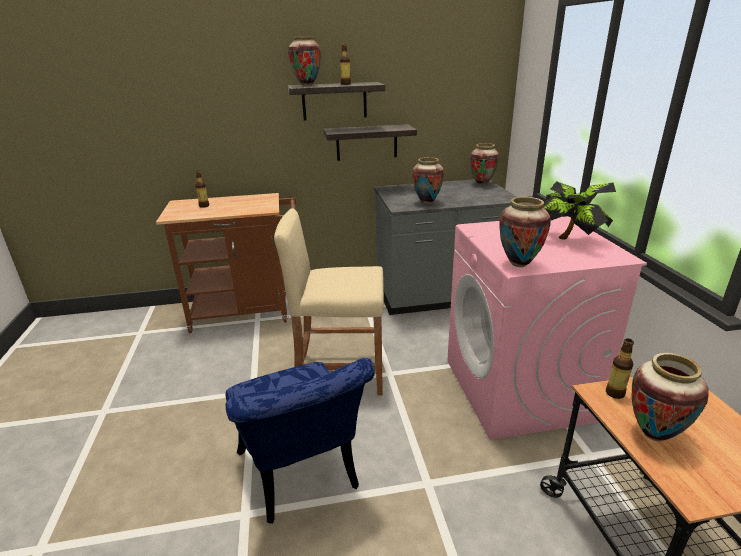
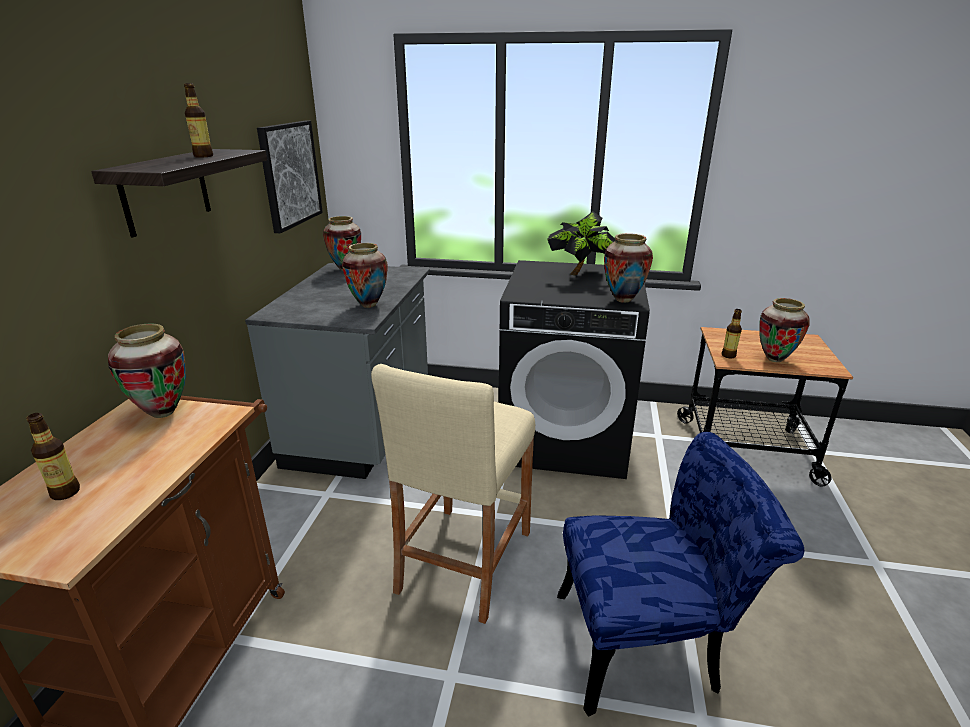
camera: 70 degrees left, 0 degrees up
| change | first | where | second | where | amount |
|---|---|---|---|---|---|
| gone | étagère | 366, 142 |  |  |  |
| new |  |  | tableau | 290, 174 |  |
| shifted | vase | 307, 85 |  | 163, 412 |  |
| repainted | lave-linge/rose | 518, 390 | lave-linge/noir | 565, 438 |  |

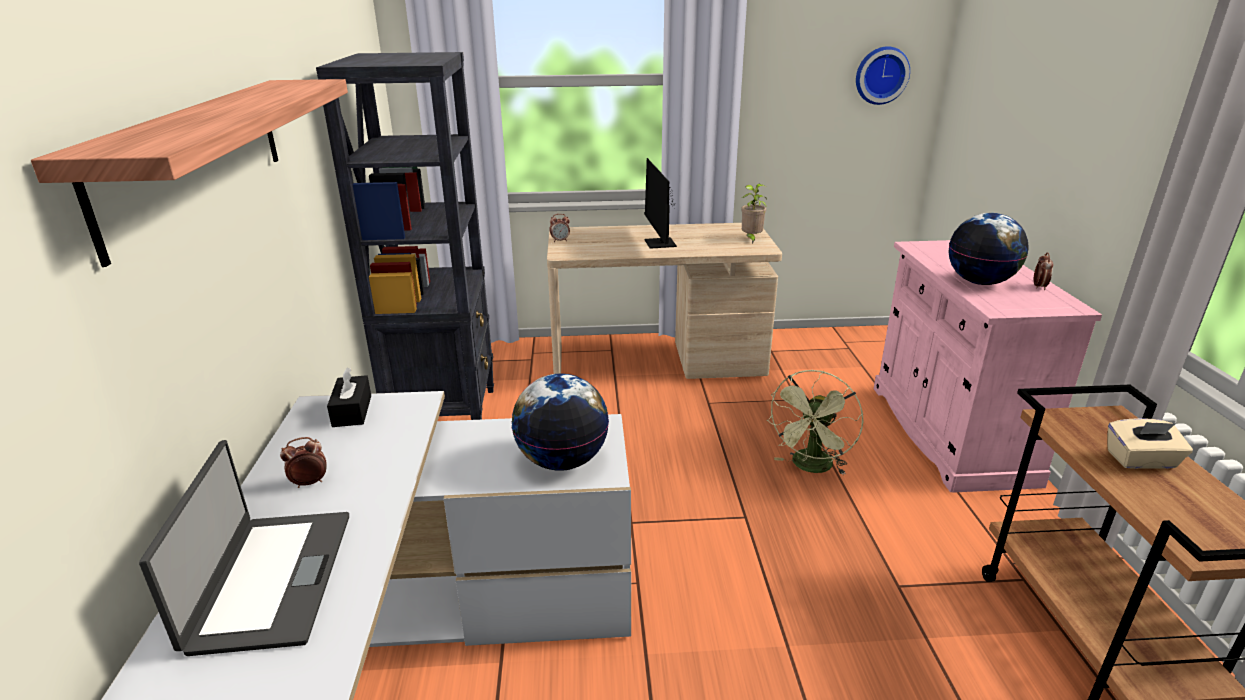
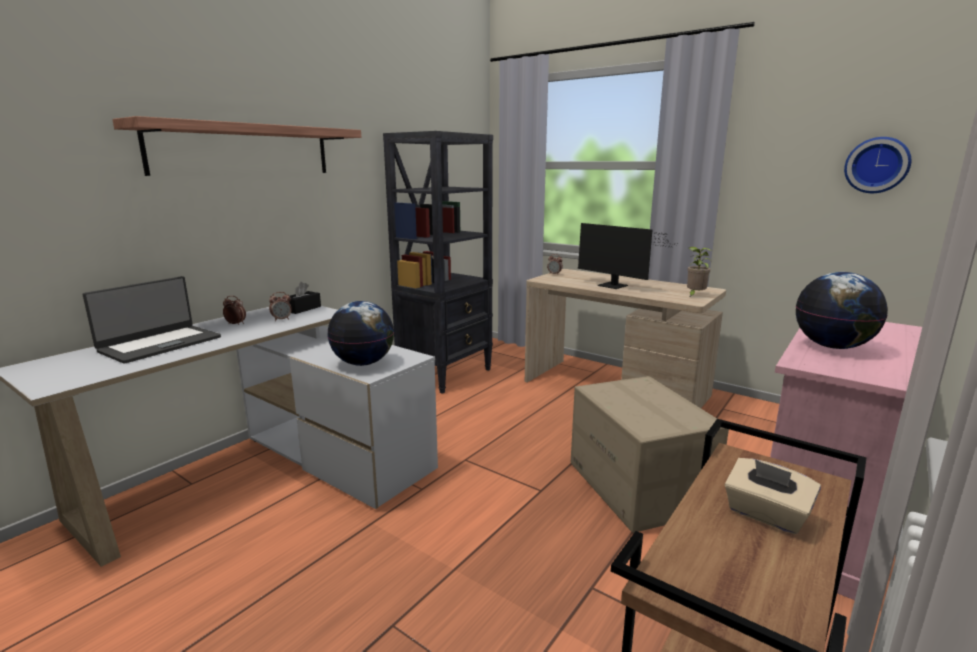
camera: 40 degrees right, 10 degrees down
| change | first | where | second | where | amount |
|---|---|---|---|---|---|
| shifted | réveil | 1039, 287 |  | 282, 319 |  |
| swapped | ventilateur/vert | 811, 467 | carton | 639, 486 |  |
| rotated | écran d'ordinateur | 660, 245 |  | 615, 286 | 75 degrees counterclockwise |

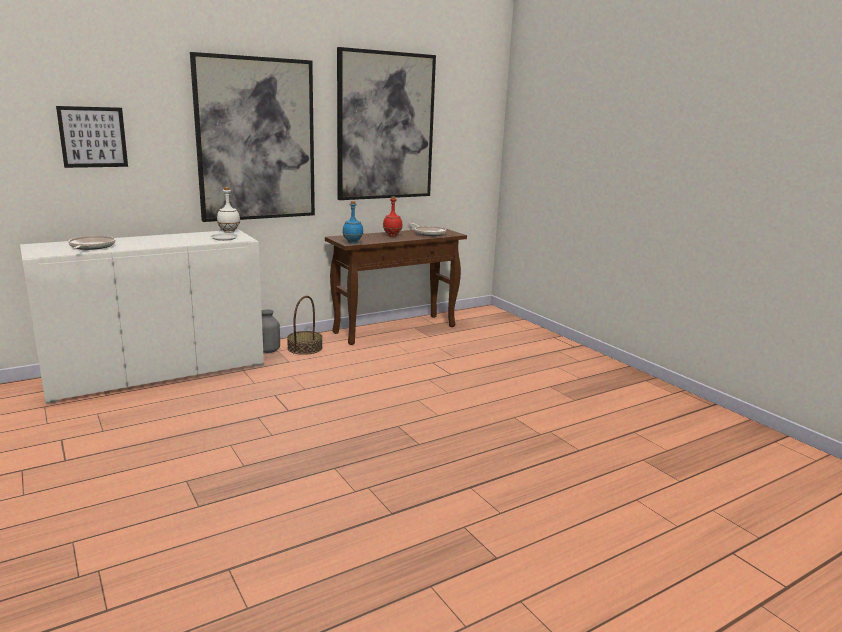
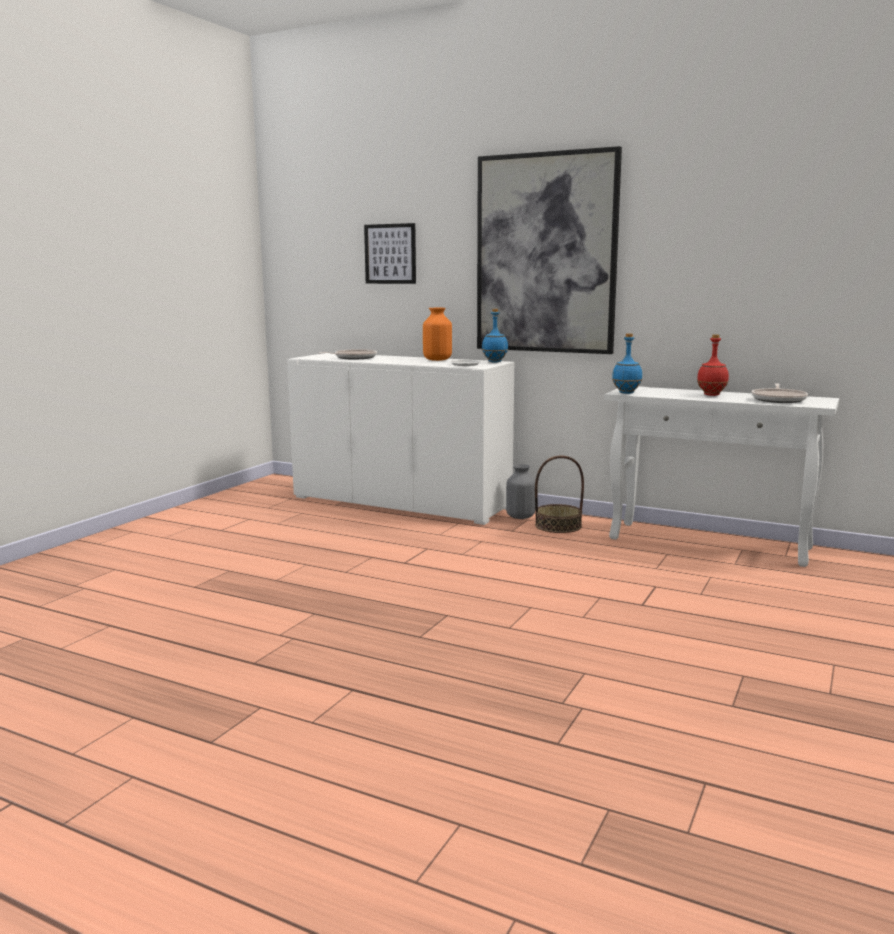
camera: 60 degrees right, 5 degrees down
| change | first | where | second | where | amount |
|---|---|---|---|---|---|
| gone | tableau | 385, 126 |  |  |  |
| new |  |  | vase/orange | 438, 360 |  |
| repainted | bouteille/blanc | 229, 232 | bouteille/bleu | 495, 362 |  |
| repainted | table console/marron | 396, 329 | table console/blanc | 710, 543 |  |

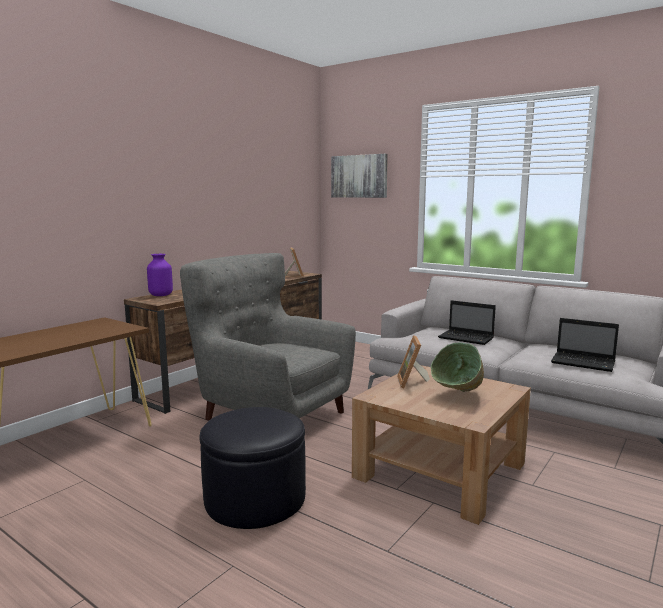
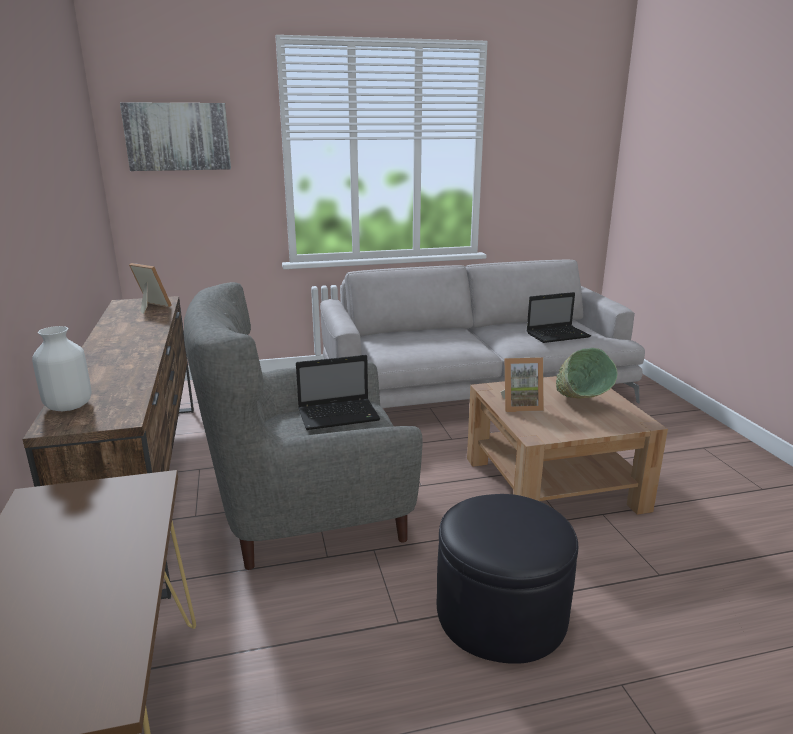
camera: 50 degrees left, 10 degrees up
| change | first | where | second | where | amount |
|---|---|---|---|---|---|
| shifted | ordinateur portable | 467, 338 |  | 340, 415 |  |
| repainted | vase/violet | 160, 295 | vase/blanc | 69, 406 |  |
| rotated | cadre photo | 412, 382 |  | 520, 406 | 45 degrees counterclockwise |

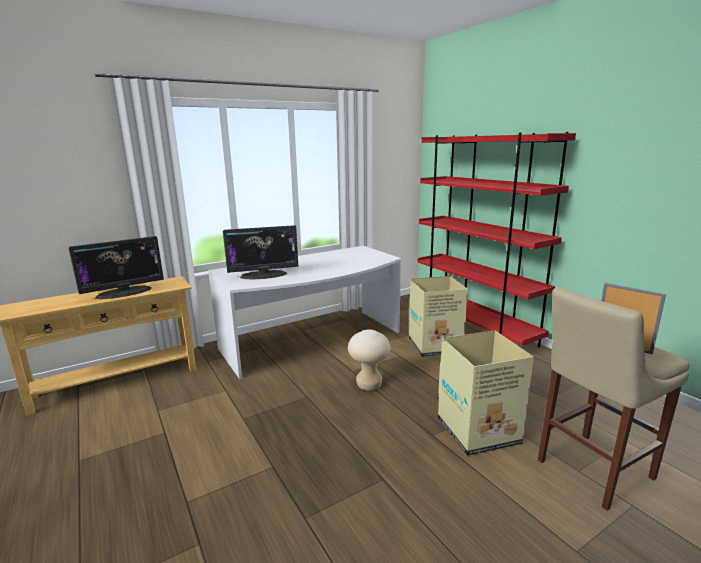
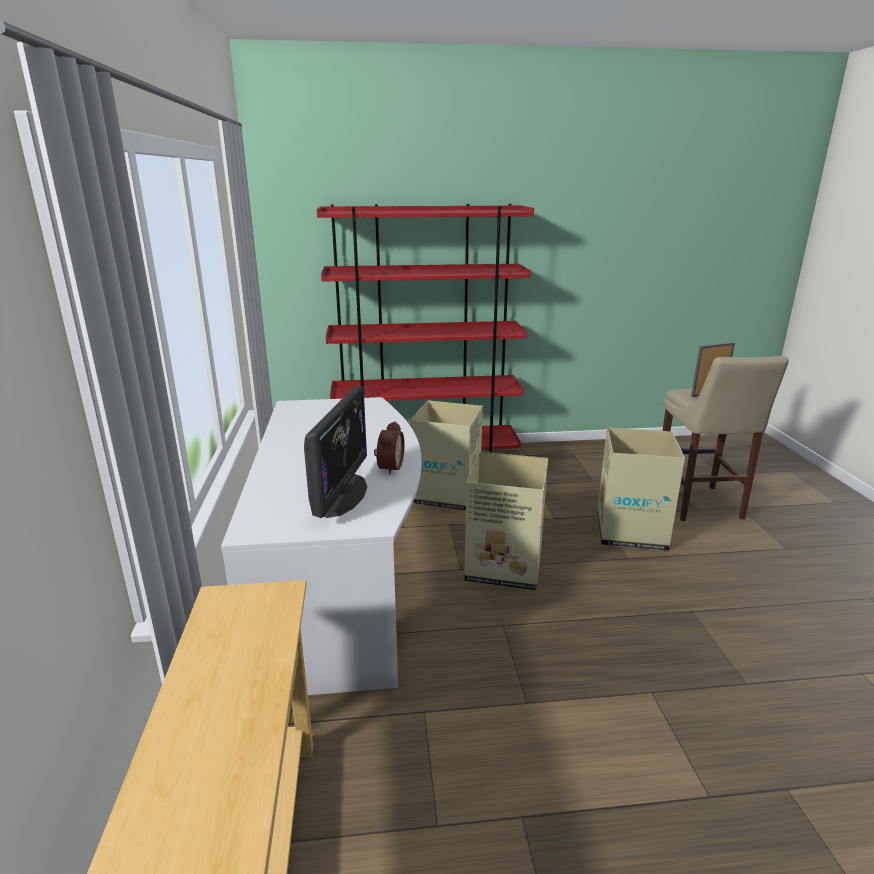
camera: 65 degrees left, 5 degrees up
| change | first | where | second | where | amount |
|---|---|---|---|---|---|
| gone | écran d'ordinateur | 124, 292 |  |  |  |
| new |  |  | réveil | 388, 467 |  |
| swapped | tabouret/beige | 369, 385 | carton | 505, 567 |  |

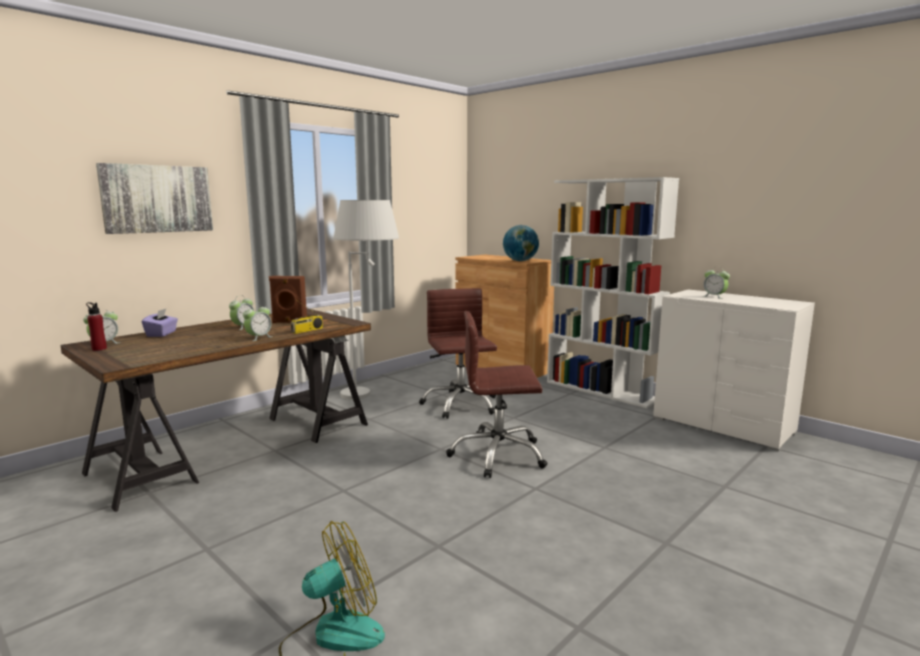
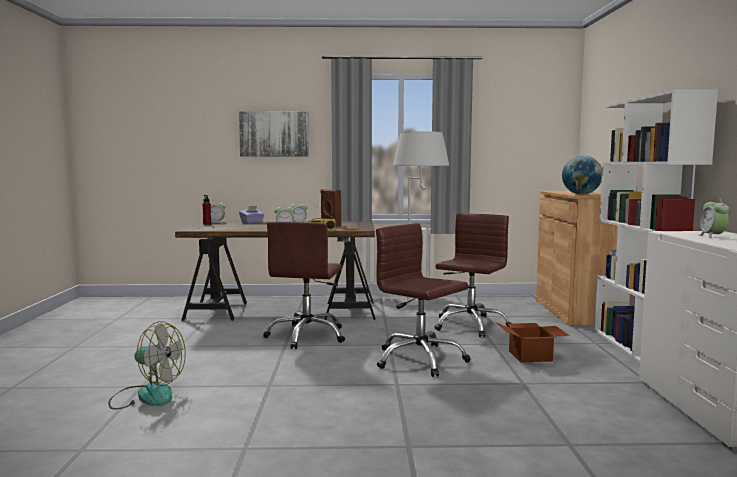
camera: 45 degrees right, 5 degrees down
| change | first | where | second | where | amount |
|---|---|---|---|---|---|
| new |  |  | chaise de bureau/marron | 307, 336 |  |
| new |  |  | carton | 531, 356 |  |

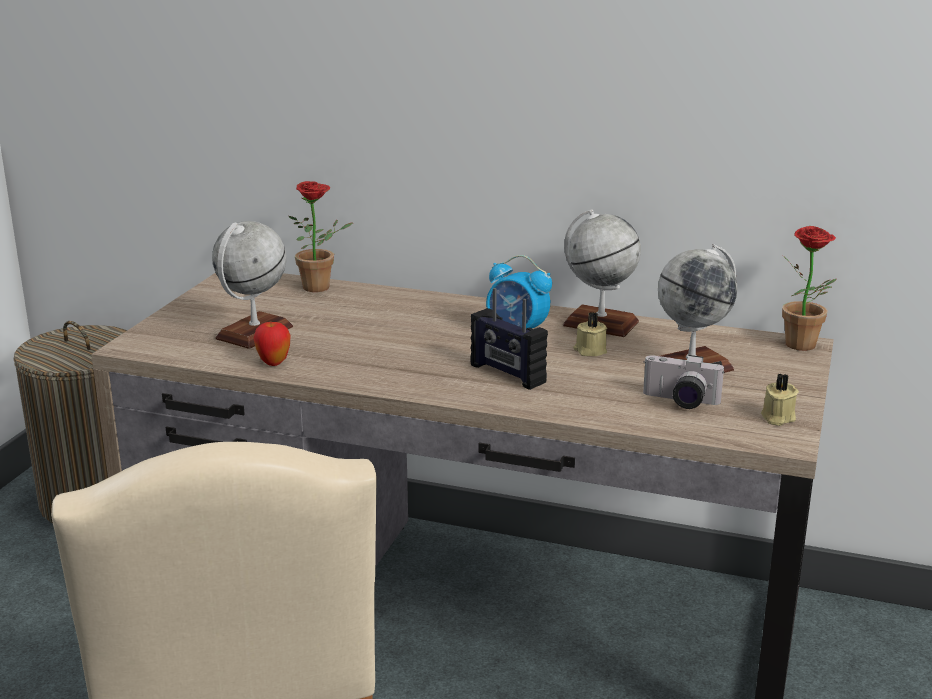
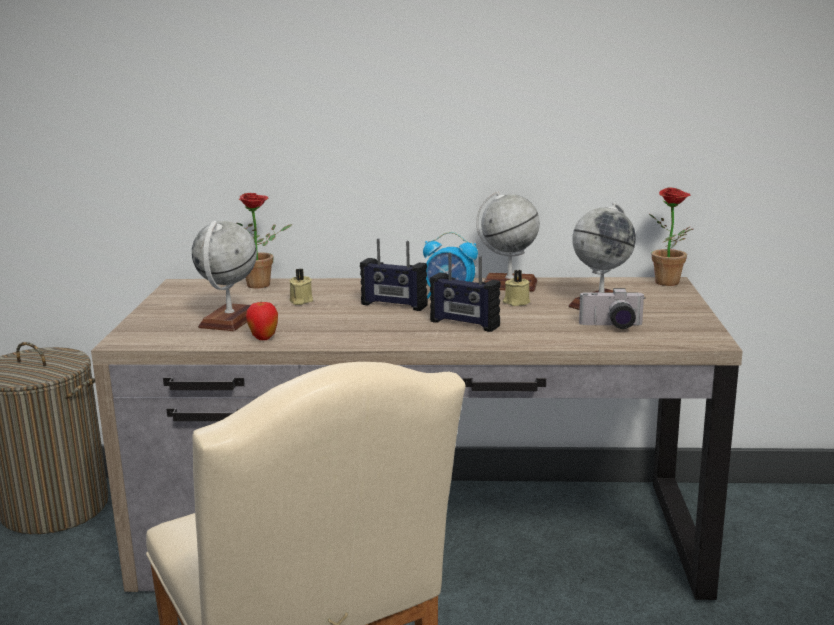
camera: 15 degrees left, 5 degrees down
| change | first | where | second | where | amount |
|---|---|---|---|---|---|
| new |  |  | radio | 394, 305 |  |
| shifted | bougie/beige | 777, 418 |  | 300, 301 |  |

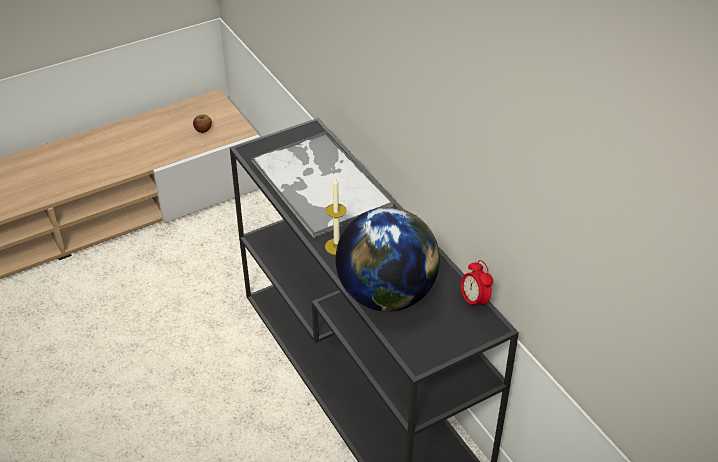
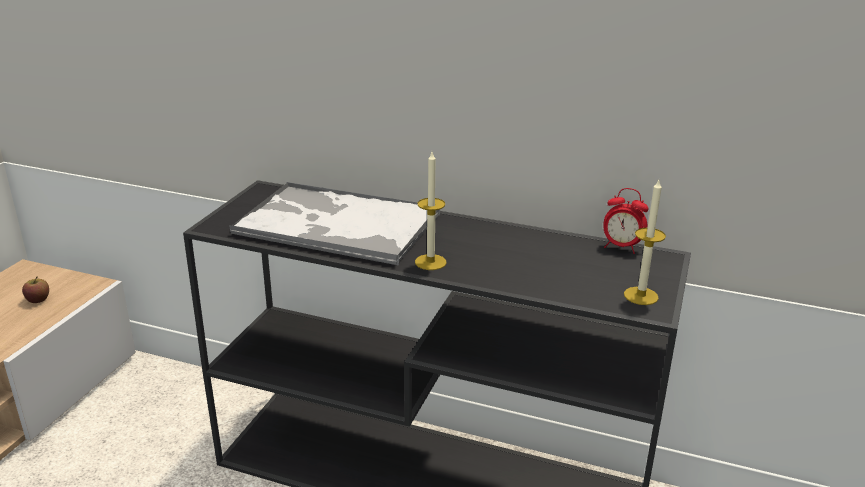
camera: 40 degrees left, 15 degrees down
| change | first | where | second | where | amount |
|---|---|---|---|---|---|
| gone | globe | 386, 295 |  |  |  |
| new |  |  | bougie | 641, 296 |  |

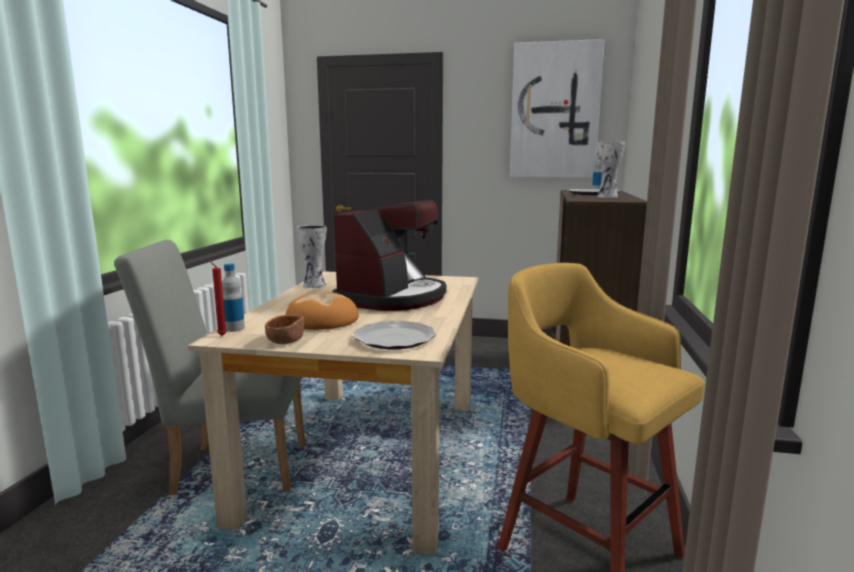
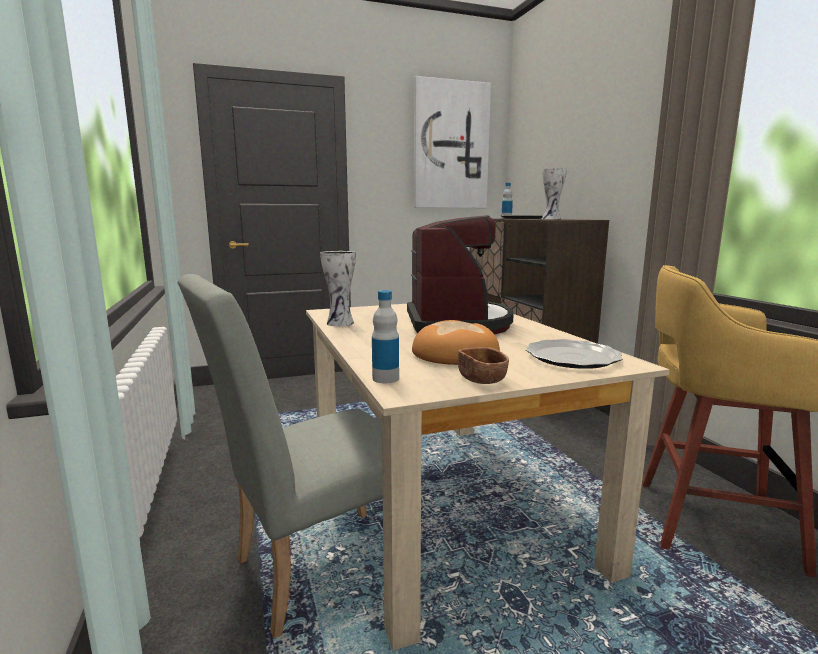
camera: 30 degrees left, 0 degrees up
| change | first | where | second | where | amount |
|---|---|---|---|---|---|
| gone | bougie/rouge | 221, 335 |  |  |  |

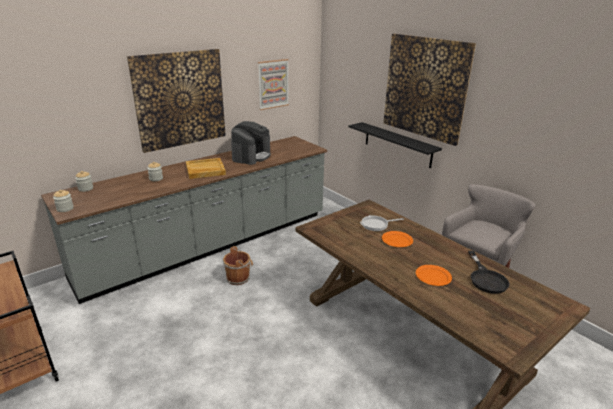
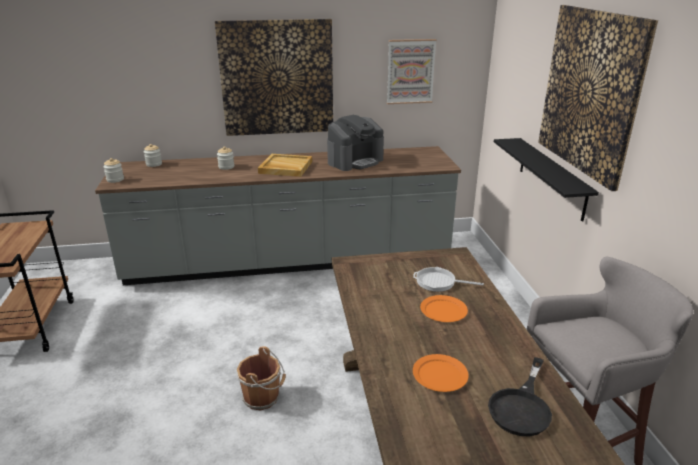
camera: 30 degrees right, 0 degrees up
| change | first | where | second | where | amount |
|---|---|---|---|---|---|
| shifted | seau/marron | 239, 278 |  | 263, 397 |  |

